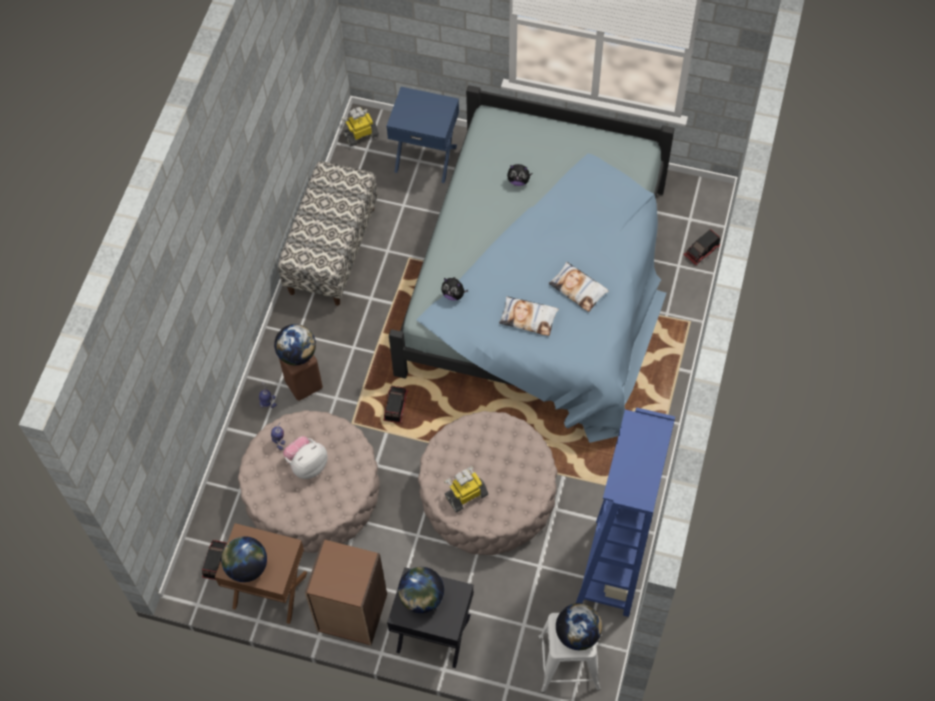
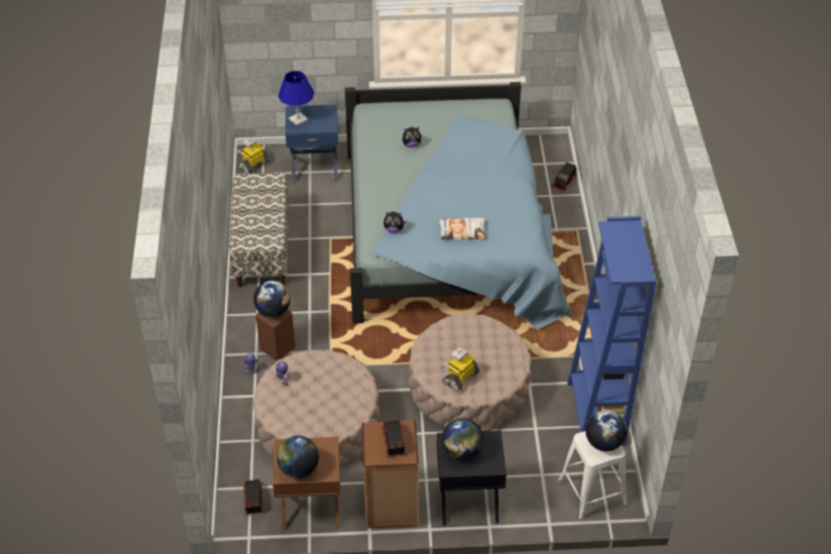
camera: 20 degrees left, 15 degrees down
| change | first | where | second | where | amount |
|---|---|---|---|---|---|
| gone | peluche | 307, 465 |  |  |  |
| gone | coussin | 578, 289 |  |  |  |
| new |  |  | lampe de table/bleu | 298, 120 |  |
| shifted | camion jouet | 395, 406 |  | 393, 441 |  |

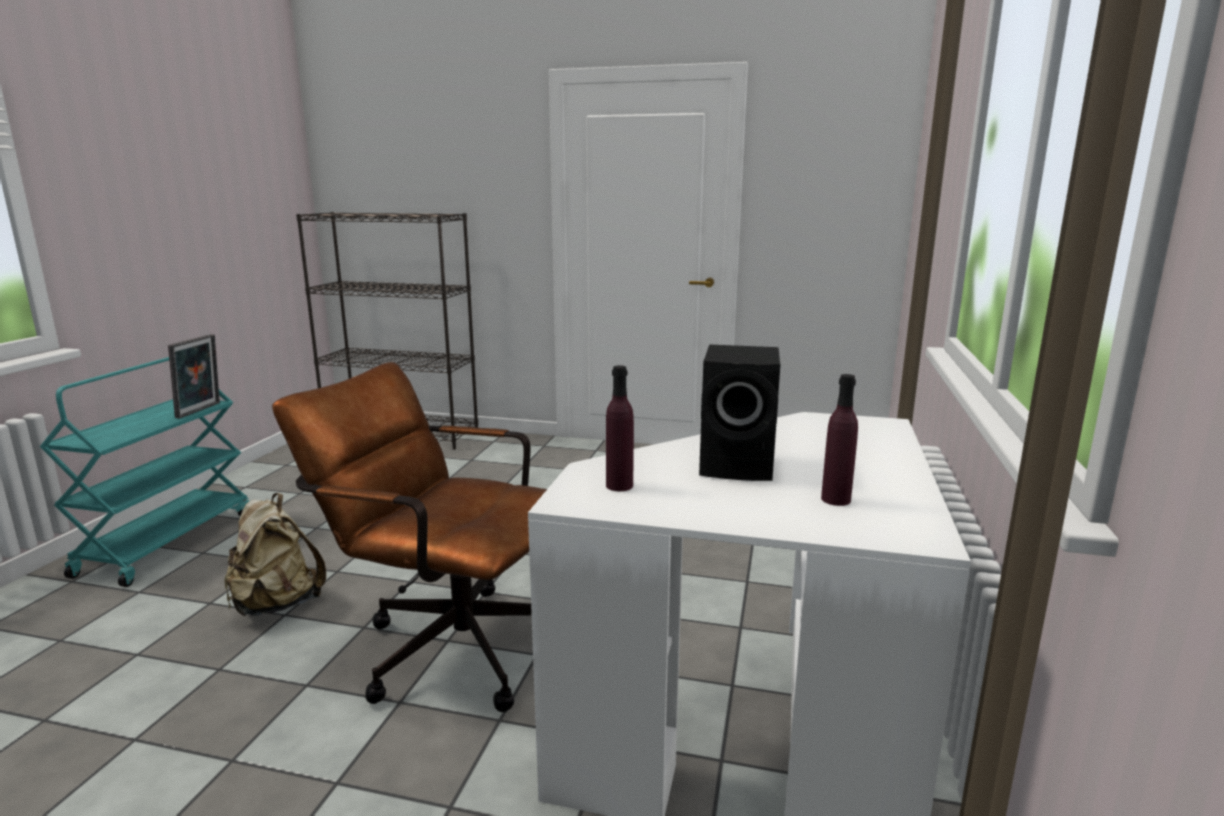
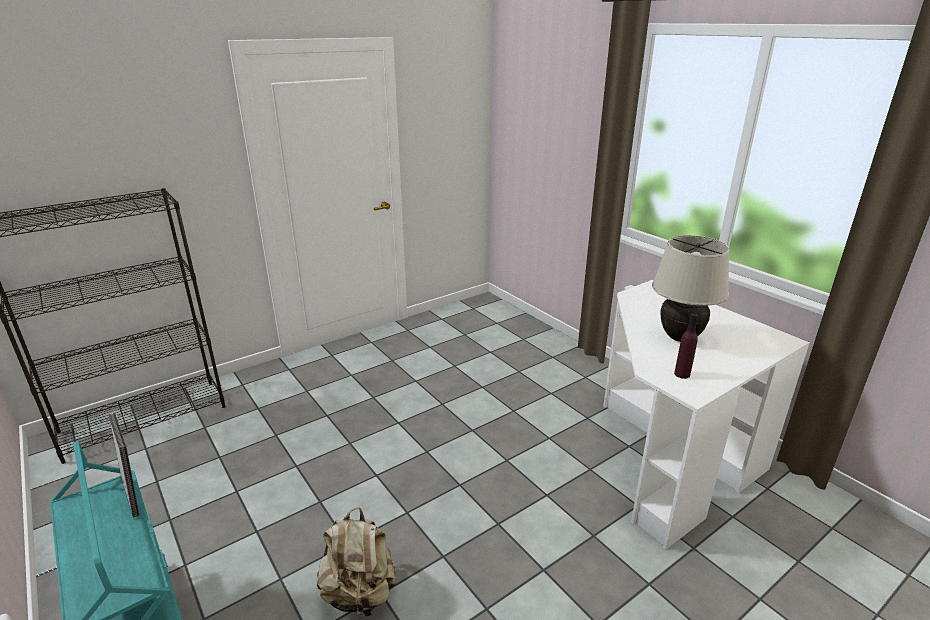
camera: 50 degrees left, 10 degrees up
| change | first | where | second | where | amount |
|---|---|---|---|---|---|
| gone | chaise de bureau/marron | 447, 644 |  |  |  |
| gone | bouteille/violet | 835, 499 |  |  |  |
| swapped | enceinte/noir | 740, 465 | lampe de table/beige | 680, 337 |  |

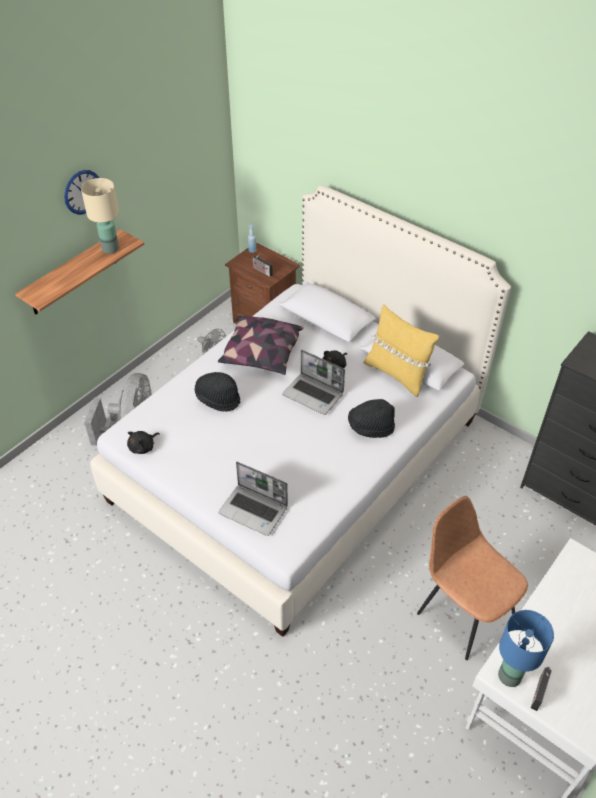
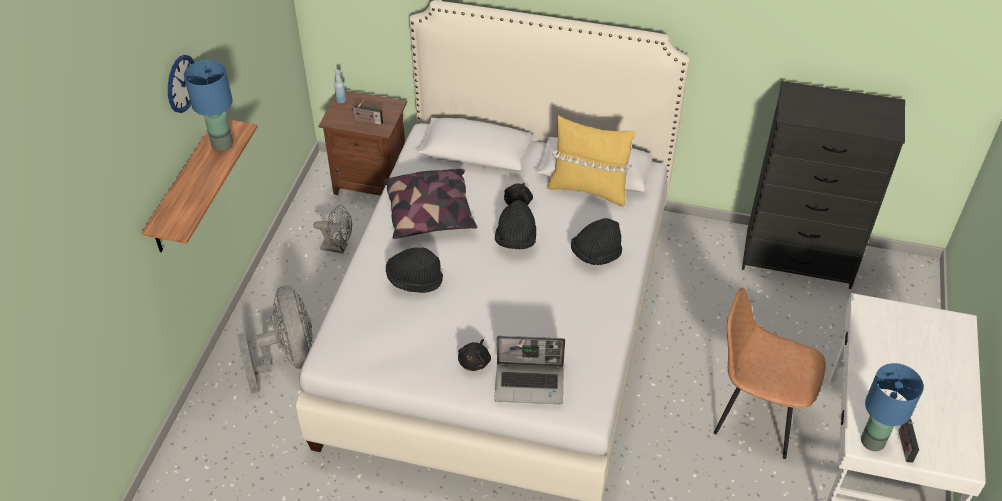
camera: 25 degrees left, 0 degrees up
| change | first | where | second | where | amount |
|---|---|---|---|---|---|
| shifted | peluche/noir | 143, 447 |  | 475, 361 |  |
| swapped | ordinateur portable | 314, 394 | chapeau/noir | 516, 240 |  |
| repainted | lampe de table/beige | 110, 249 | lampe de table/bleu | 222, 144 |  |

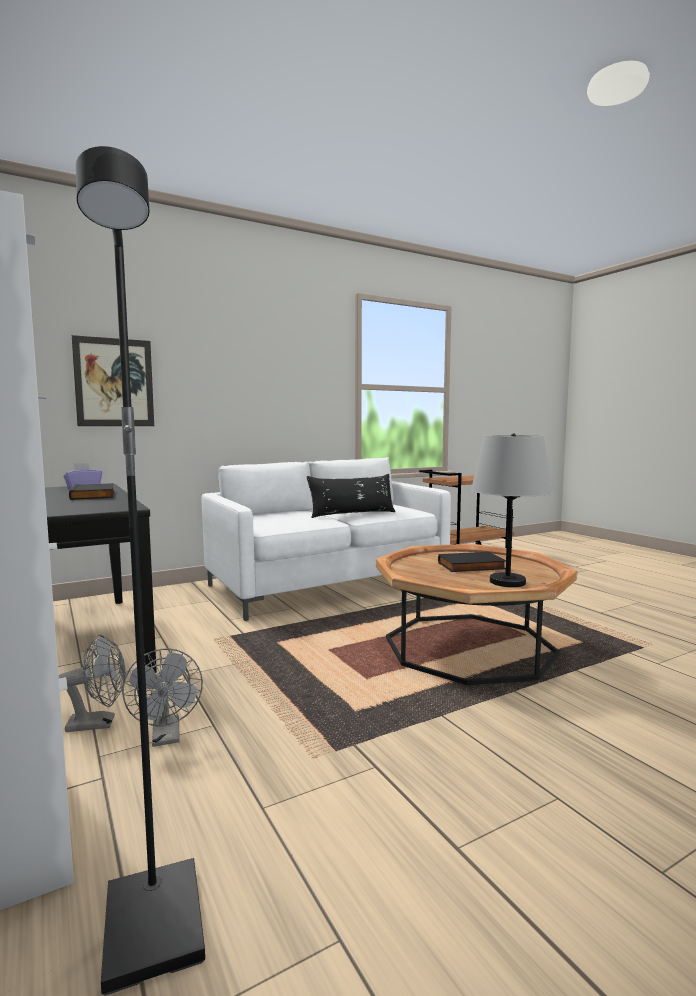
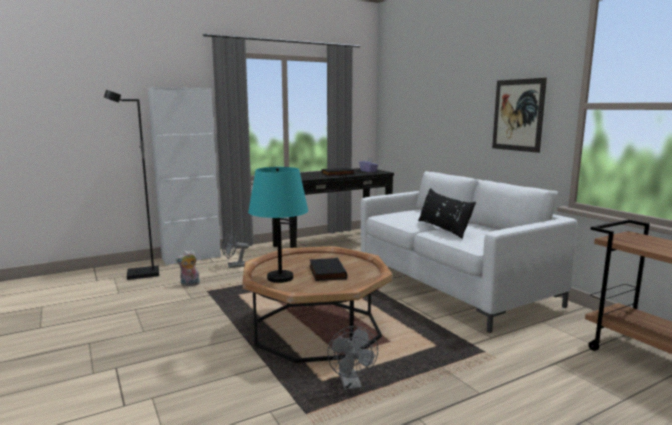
camera: 90 degrees right, 5 degrees up
| change | first | where | second | where | amount |
|---|---|---|---|---|---|
| new |  |  | peluche | 189, 284 |  |
| shifted | ventilateur/gris | 99, 723 |  | 351, 385 |  |
| shifted | tableau | 114, 382 |  | 518, 115 |  |
| repainted | lampe de table/gris | 508, 582 | lampe de table/turquoise | 279, 278 |  |

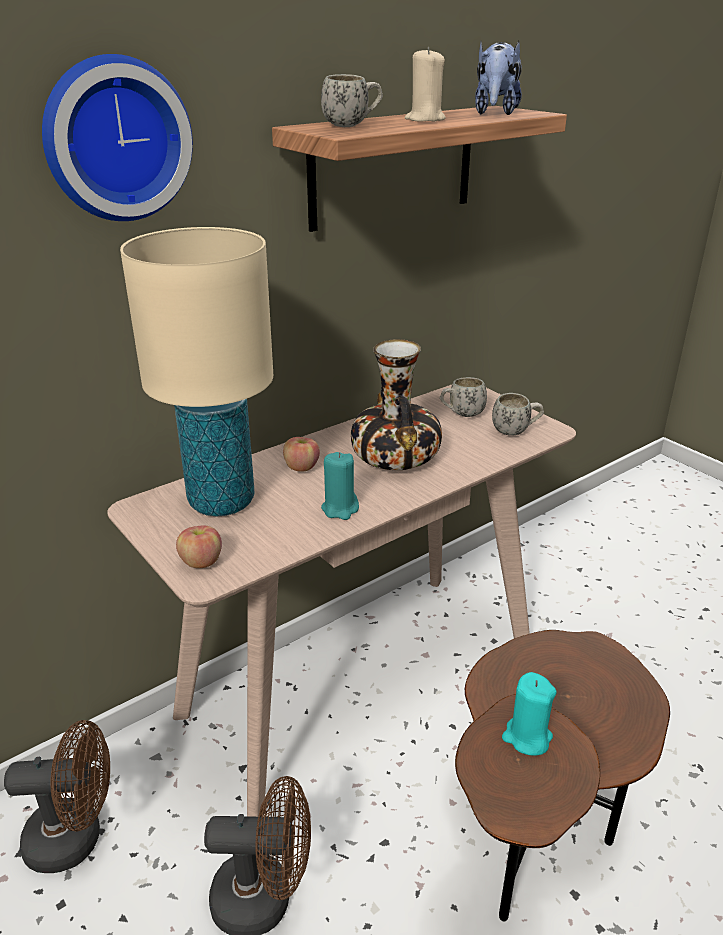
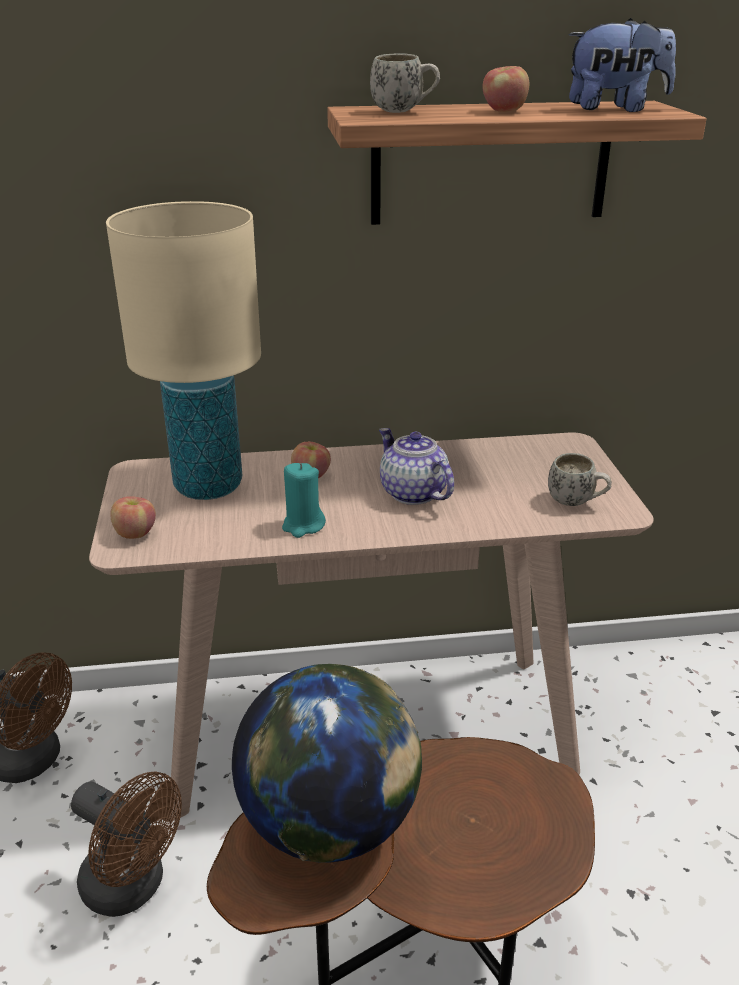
camera: 30 degrees right, 0 degrees up
| change | first | where | second | where | amount |
|---|---|---|---|---|---|
| gone | horloge murale | 115, 139 |  |  |  |
| gone | mug/blanc | 461, 414 |  |  |  |
| swapped | vase | 395, 458 | théière | 412, 493 |  |
| swapped | bougie/beige | 425, 120 | pomme | 504, 111 |  |
| swapped | bougie/turquoise | 527, 737 | globe | 330, 825 |  |
| rotated | peluche | 495, 113 |  | 615, 109 | 135 degrees counterclockwise |

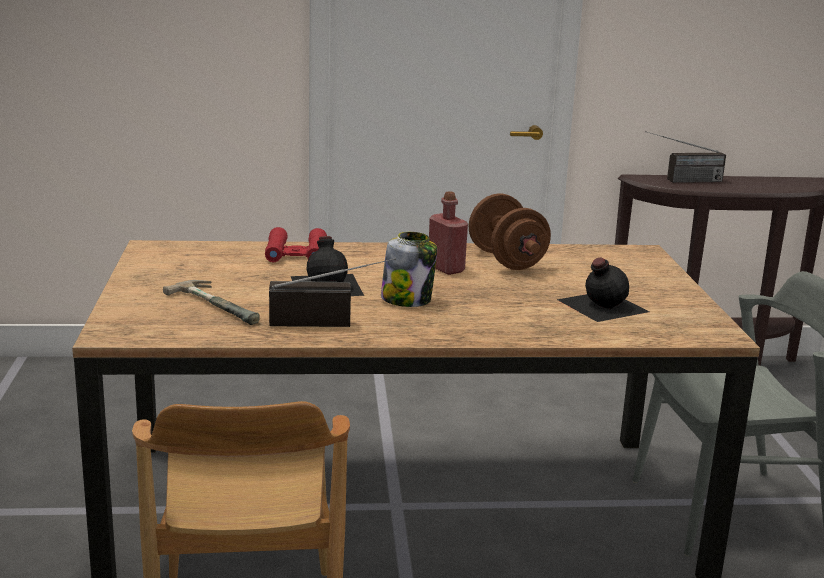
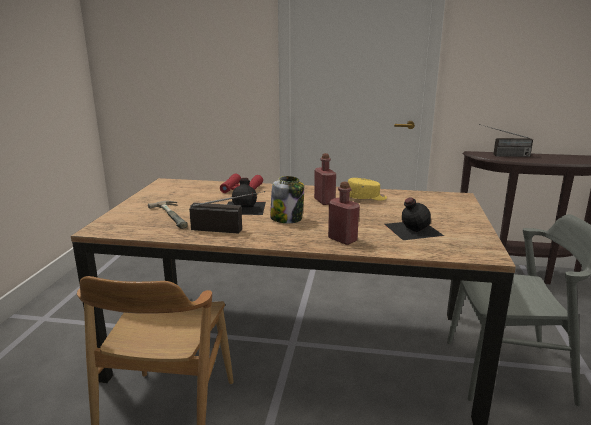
camera: 15 degrees right, 0 degrees up
| change | first | where | second | where | amount |
|---|---|---|---|---|---|
| new |  |  | bouteille/rouge | 342, 239 |  |
| swapped | haltère/marron | 506, 260 | casquette/jaune | 366, 198 |  |

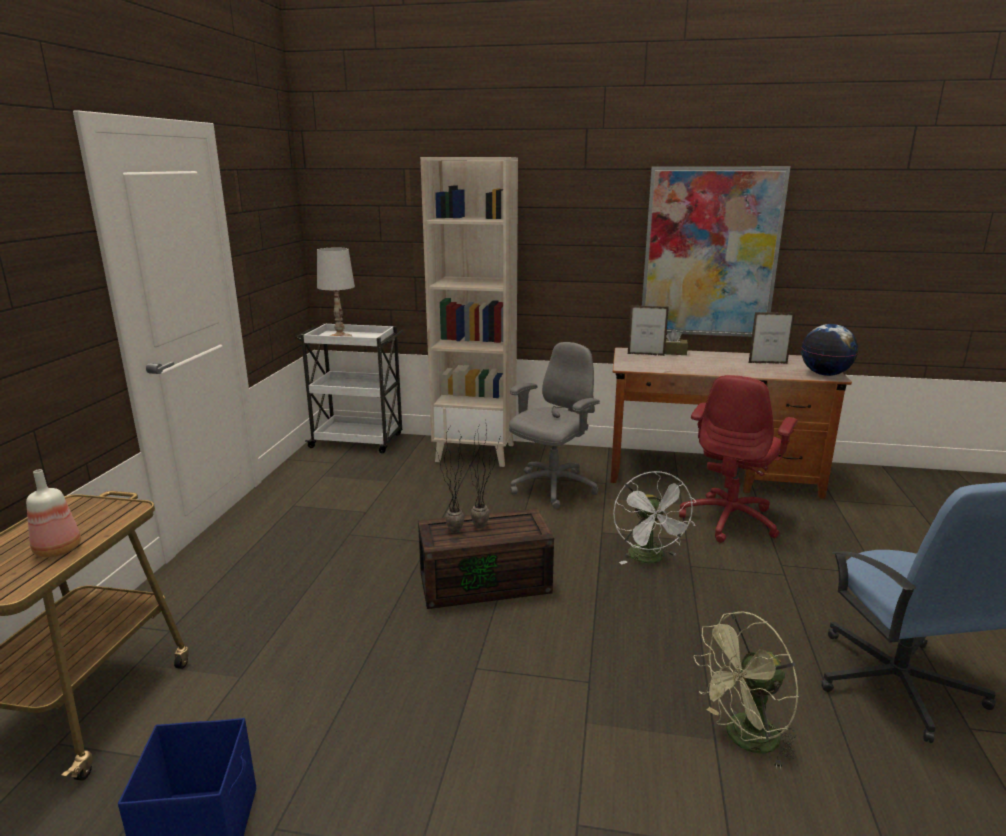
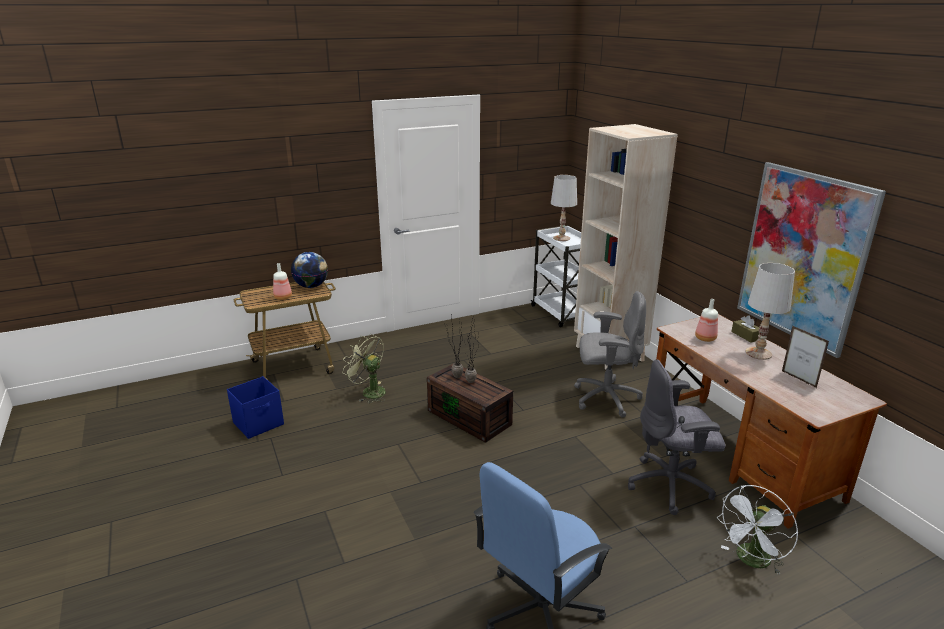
camera: 55 degrees right, 5 degrees up
| change | first | where | second | where | amount |
|---|---|---|---|---|---|
| gone | cadre photo | 646, 354 |  |  |  |
| new |  |  | bouteille | 704, 338 |  |
| new |  |  | lampe de table/blanc | 758, 353 |  |
| shifted | ventilateur/blanc | 650, 559 |  | 751, 561 |  |
| shifted | ventilateur/vert | 743, 740 |  | 369, 392 |  |
| shifted | globe | 825, 374 |  | 311, 286 |  |
| repainted | chaise de bureau/rouge | 730, 520 | chaise de bureau/gris | 671, 485 |  |

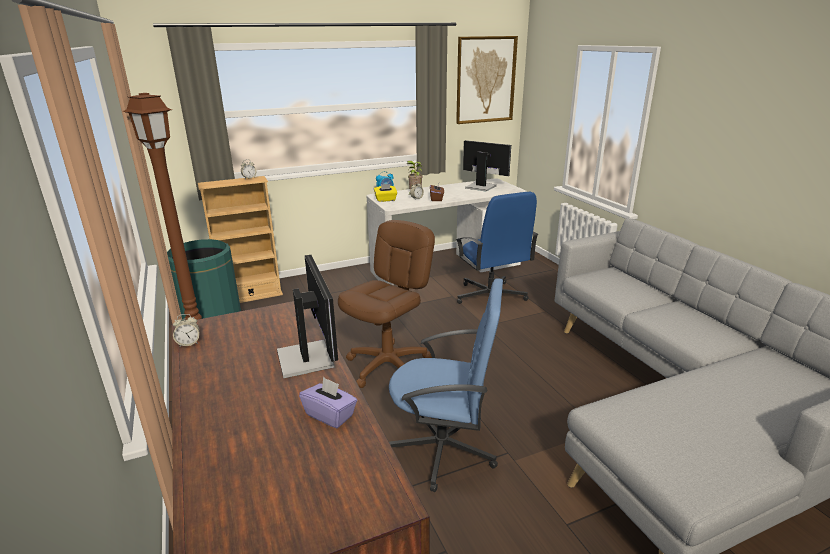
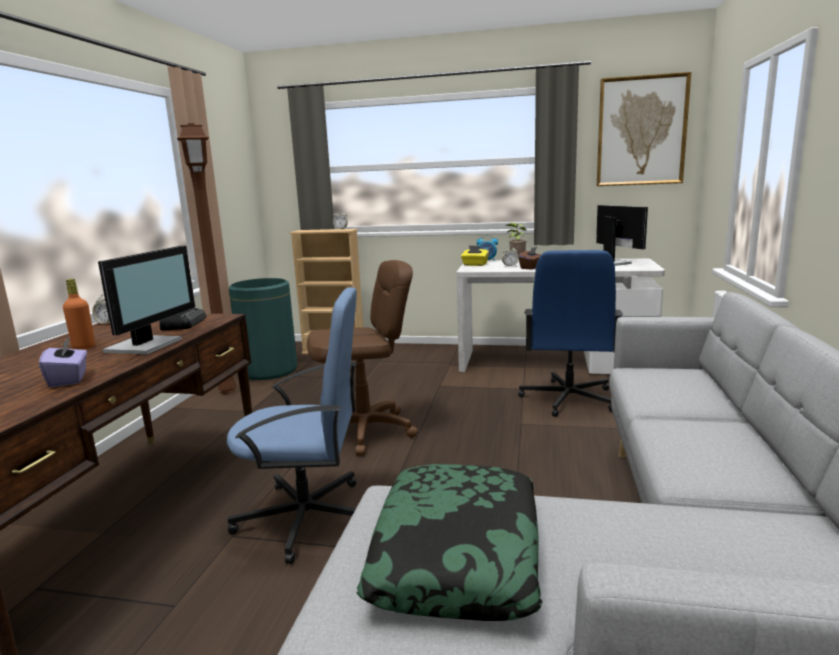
camera: 35 degrees right, 10 degrees down
| change | first | where | second | where | amount |
|---|---|---|---|---|---|
| new |  |  | bouteille/orange | 84, 347 |  |
| new |  |  | radio | 184, 323 |  |
| new |  |  | coussin | 458, 554 |  |
| rotated | chaise de bureau/bleu | 443, 449 |  | 308, 518 | 45 degrees counterclockwise |

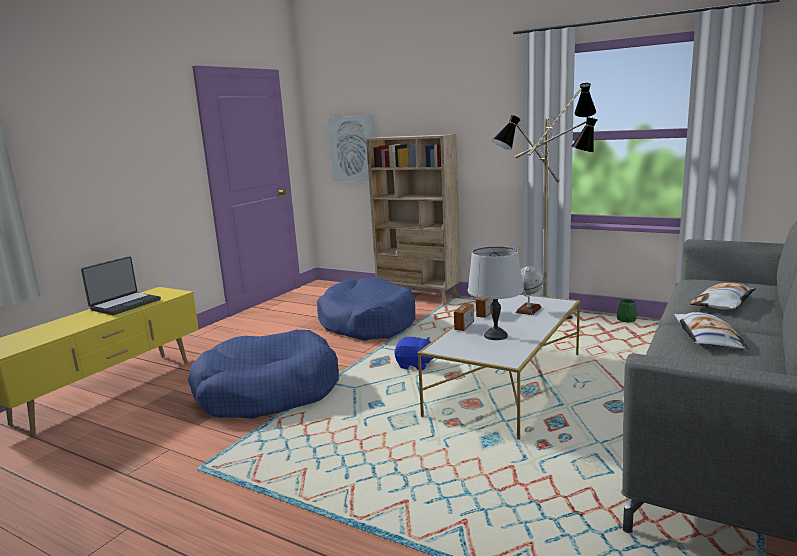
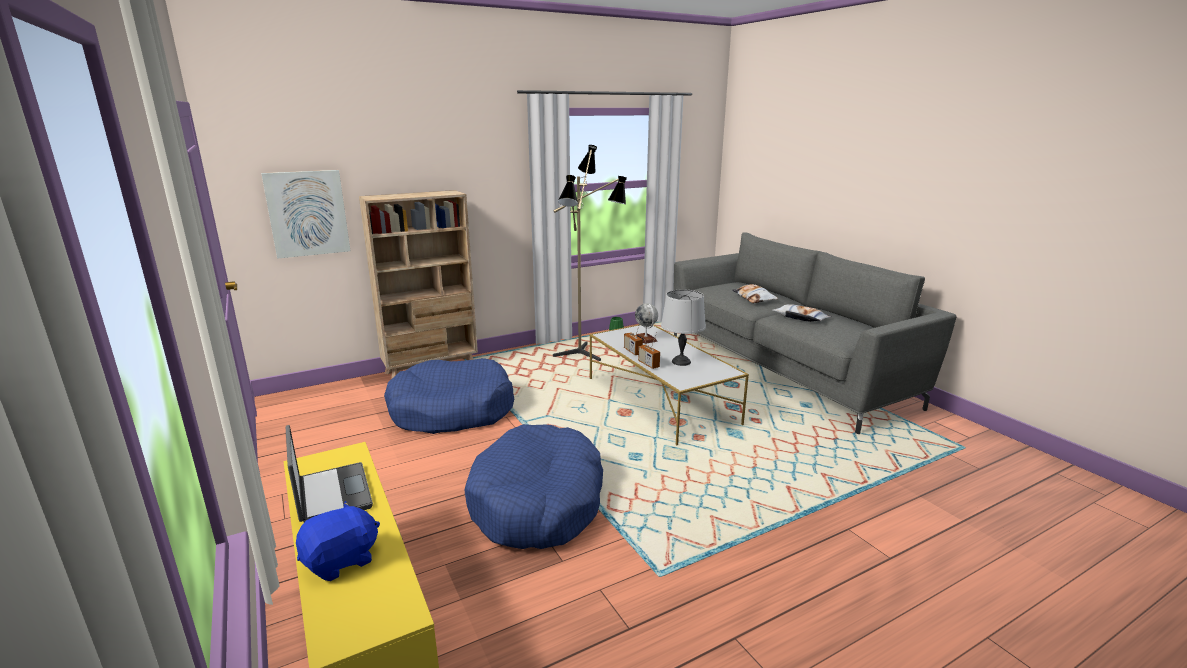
camera: 60 degrees left, 5 degrees up
| change | first | where | second | where | amount |
|---|---|---|---|---|---|
| shifted | peluche/bleu | 415, 365 |  | 341, 561 |  |

